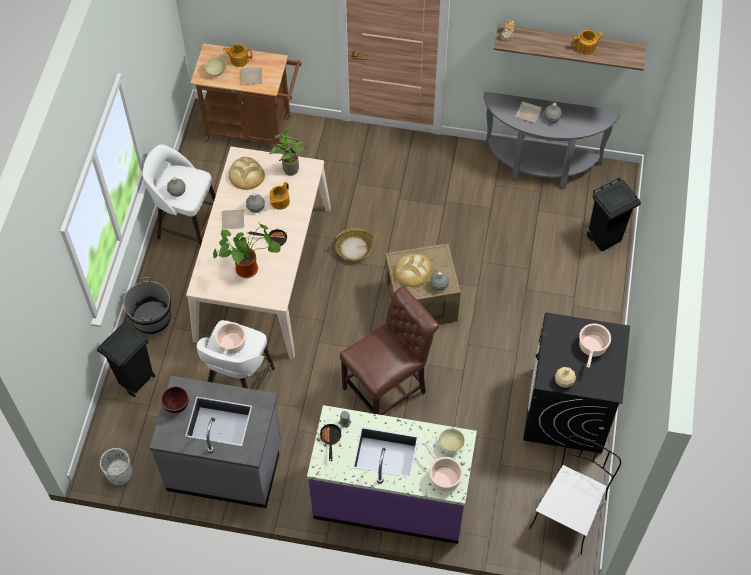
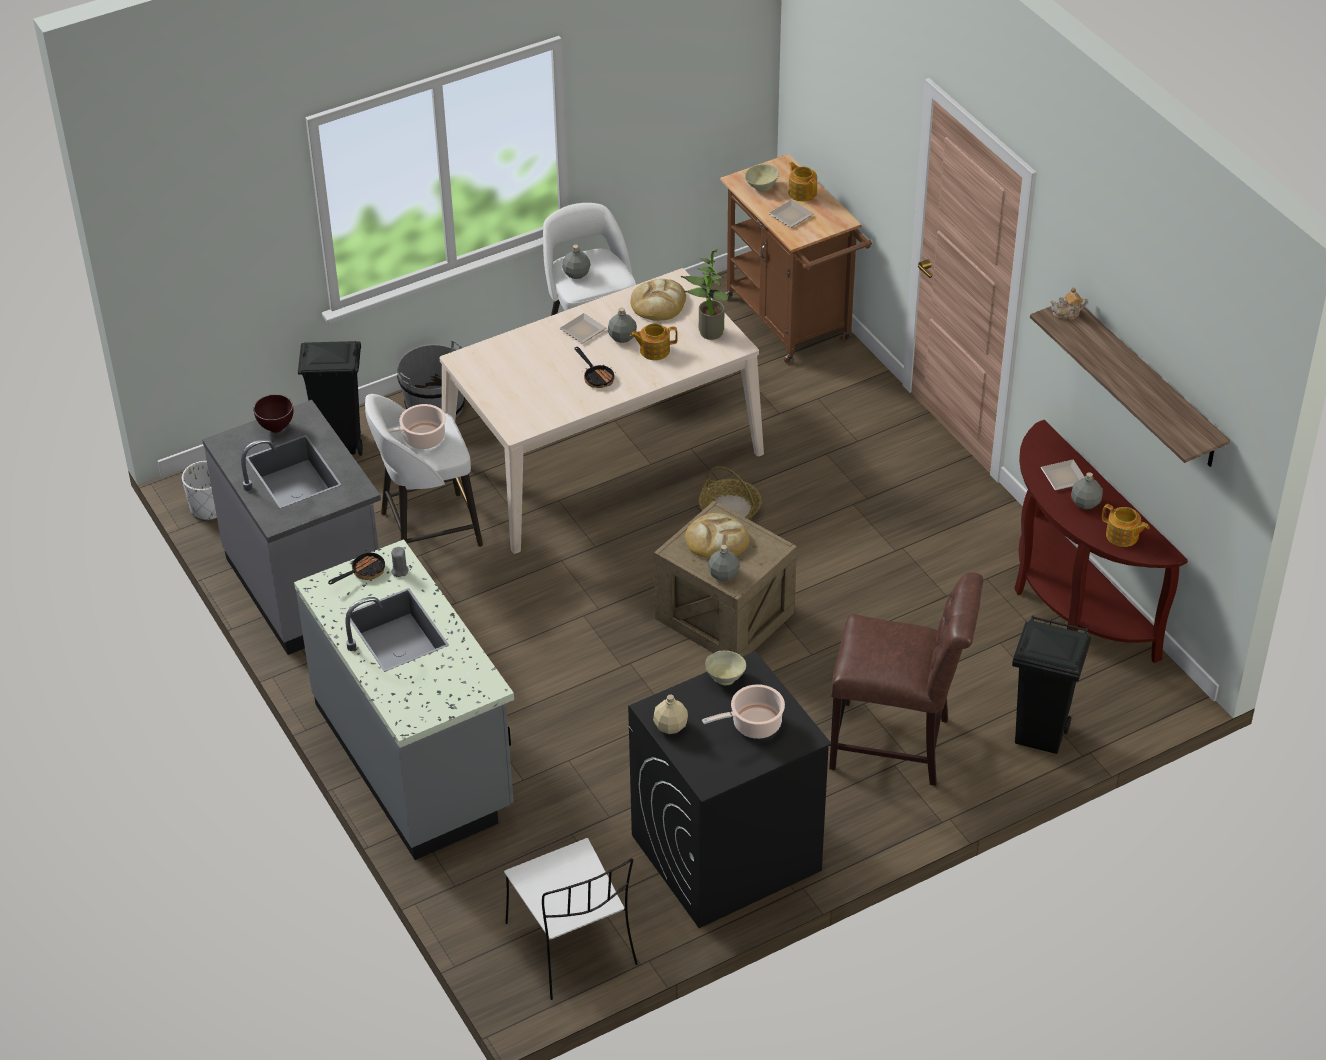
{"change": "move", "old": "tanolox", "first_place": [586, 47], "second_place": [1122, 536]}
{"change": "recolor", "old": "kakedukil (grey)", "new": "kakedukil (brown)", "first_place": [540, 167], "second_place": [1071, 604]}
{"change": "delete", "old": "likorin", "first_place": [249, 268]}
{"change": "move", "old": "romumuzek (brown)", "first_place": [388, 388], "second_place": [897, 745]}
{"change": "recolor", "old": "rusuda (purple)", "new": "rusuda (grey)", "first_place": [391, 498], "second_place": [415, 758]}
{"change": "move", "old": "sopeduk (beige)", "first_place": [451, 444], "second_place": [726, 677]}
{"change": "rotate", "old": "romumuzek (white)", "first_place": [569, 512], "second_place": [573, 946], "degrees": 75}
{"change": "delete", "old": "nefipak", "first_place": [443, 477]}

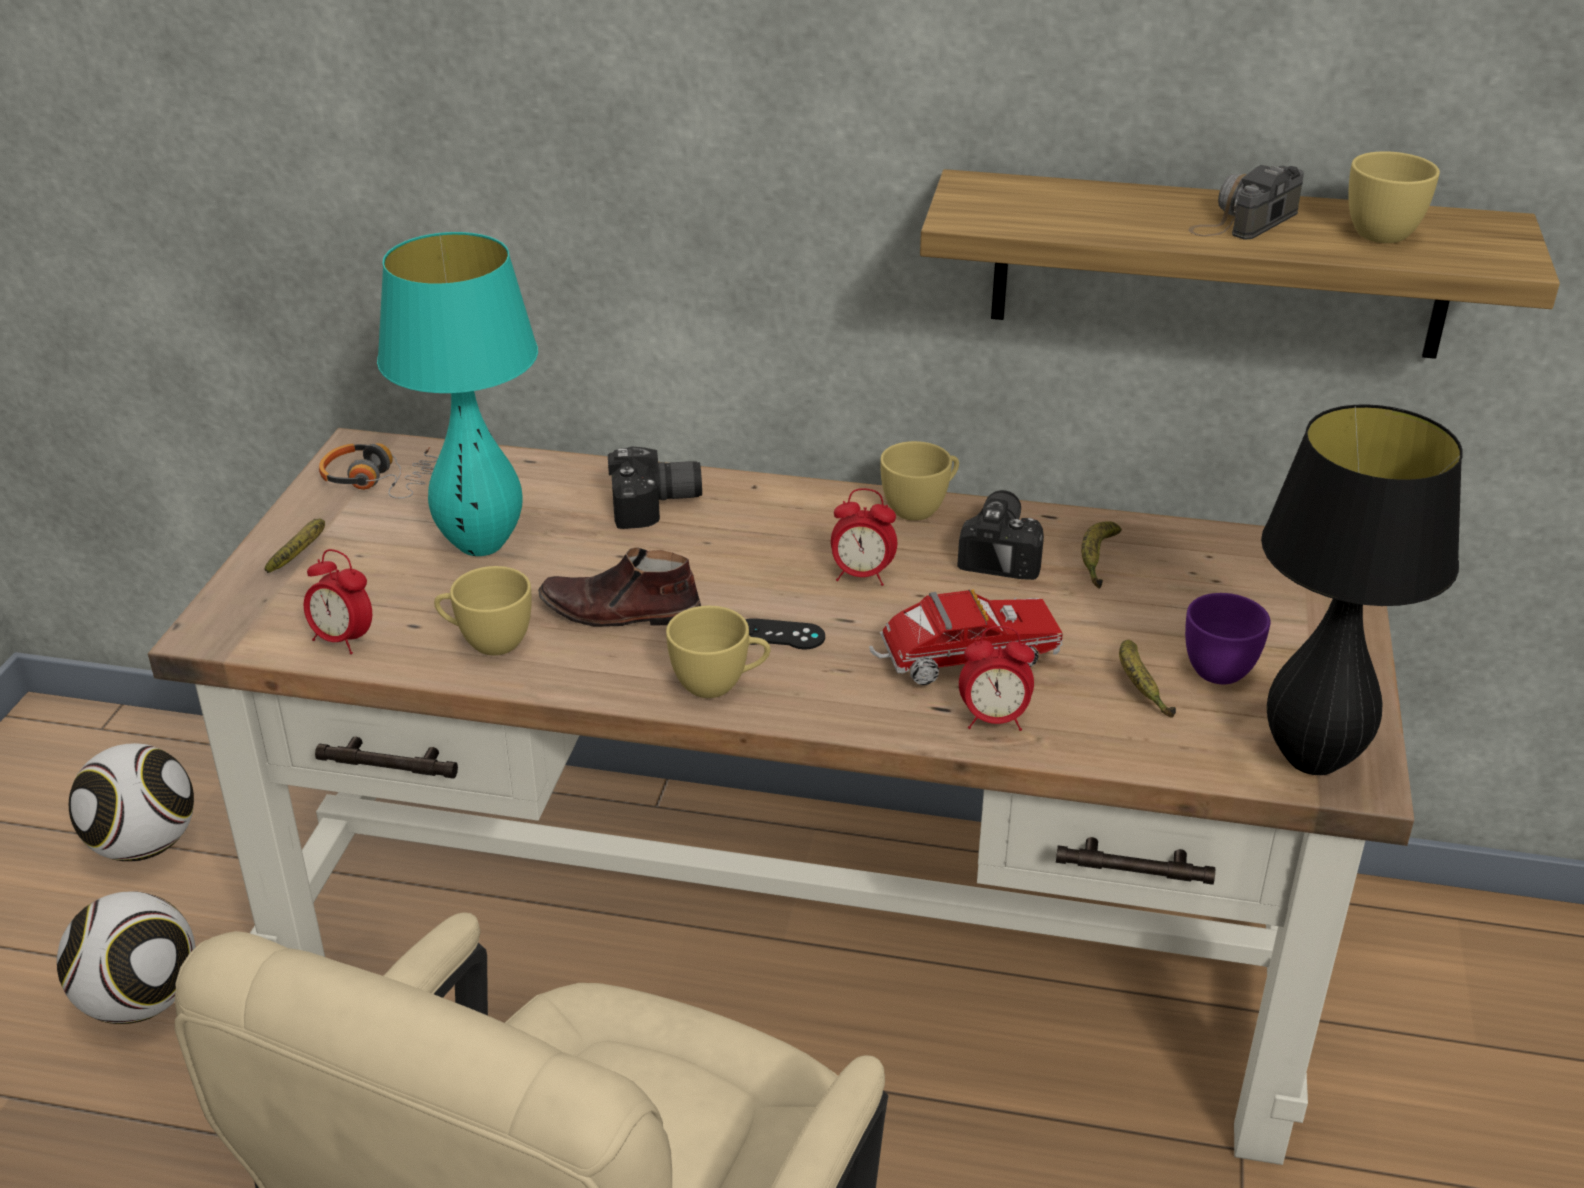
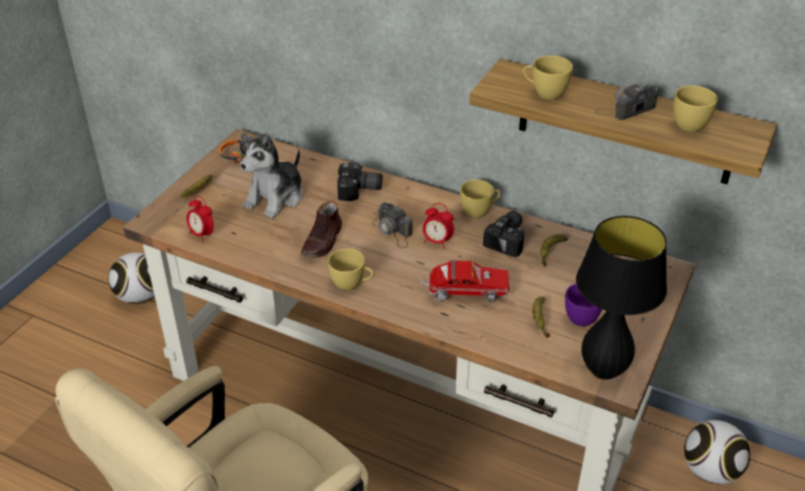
{"change": "replace", "old": "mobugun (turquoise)", "new": "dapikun", "first_place": [481, 545], "second_place": [276, 198]}
{"change": "rotate", "old": "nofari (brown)", "first_place": [620, 612], "second_place": [323, 241], "degrees": -90}
{"change": "move", "old": "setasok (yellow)", "first_place": [487, 642], "second_place": [544, 93]}
{"change": "delete", "old": "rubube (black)", "first_place": [778, 635]}
{"change": "delete", "old": "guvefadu", "first_place": [994, 720]}
{"change": "move", "old": "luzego", "first_place": [142, 1001], "second_place": [710, 471]}
{"change": "insert", "new": "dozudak", "second_place": [393, 231]}

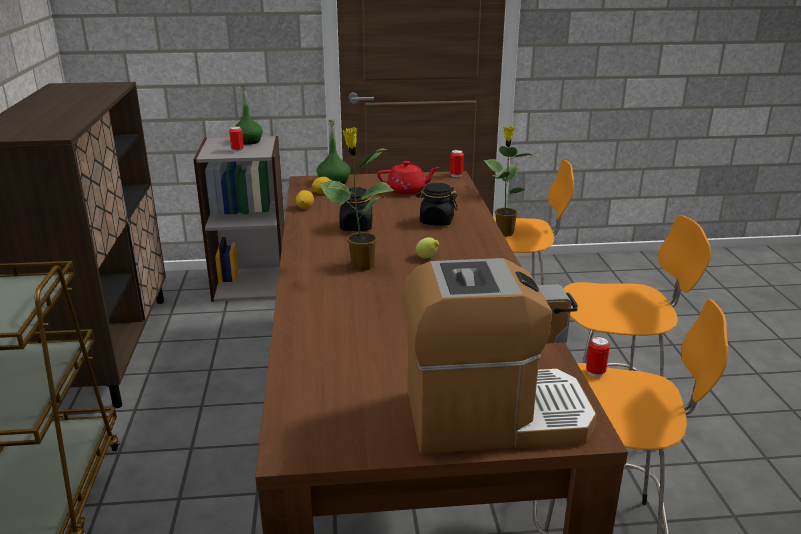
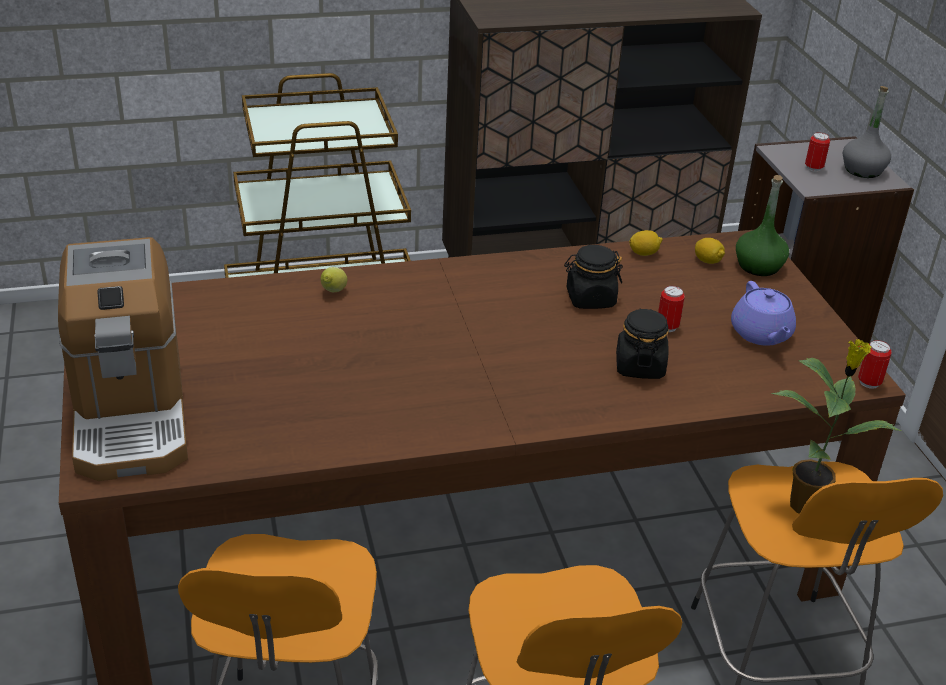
{"change": "recolor", "old": "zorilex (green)", "new": "zorilex (grey)", "first_place": [248, 141], "second_place": [862, 170]}
{"change": "delete", "old": "likorin", "first_place": [360, 266]}
{"change": "recolor", "old": "tanolox (red)", "new": "tanolox (purple)", "first_place": [407, 190], "second_place": [761, 334]}
{"change": "move", "old": "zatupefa", "first_place": [427, 258], "second_place": [333, 292]}
{"change": "move", "old": "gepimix", "first_place": [595, 372], "second_place": [667, 327]}

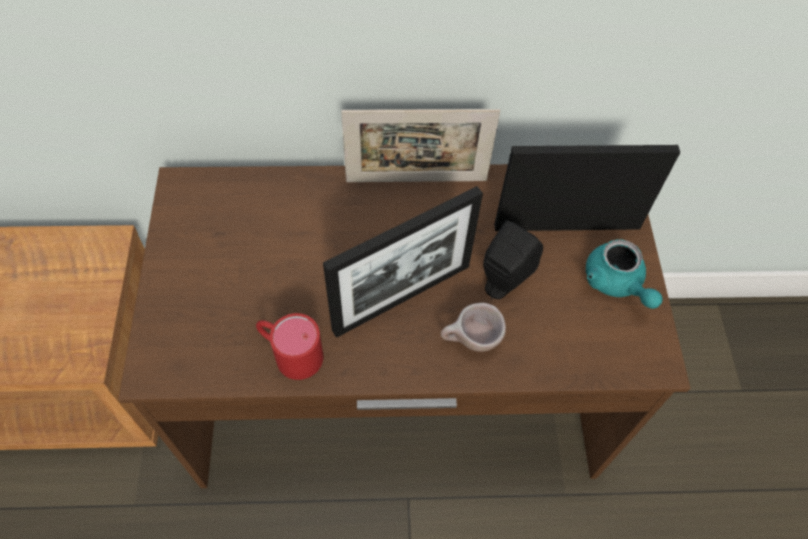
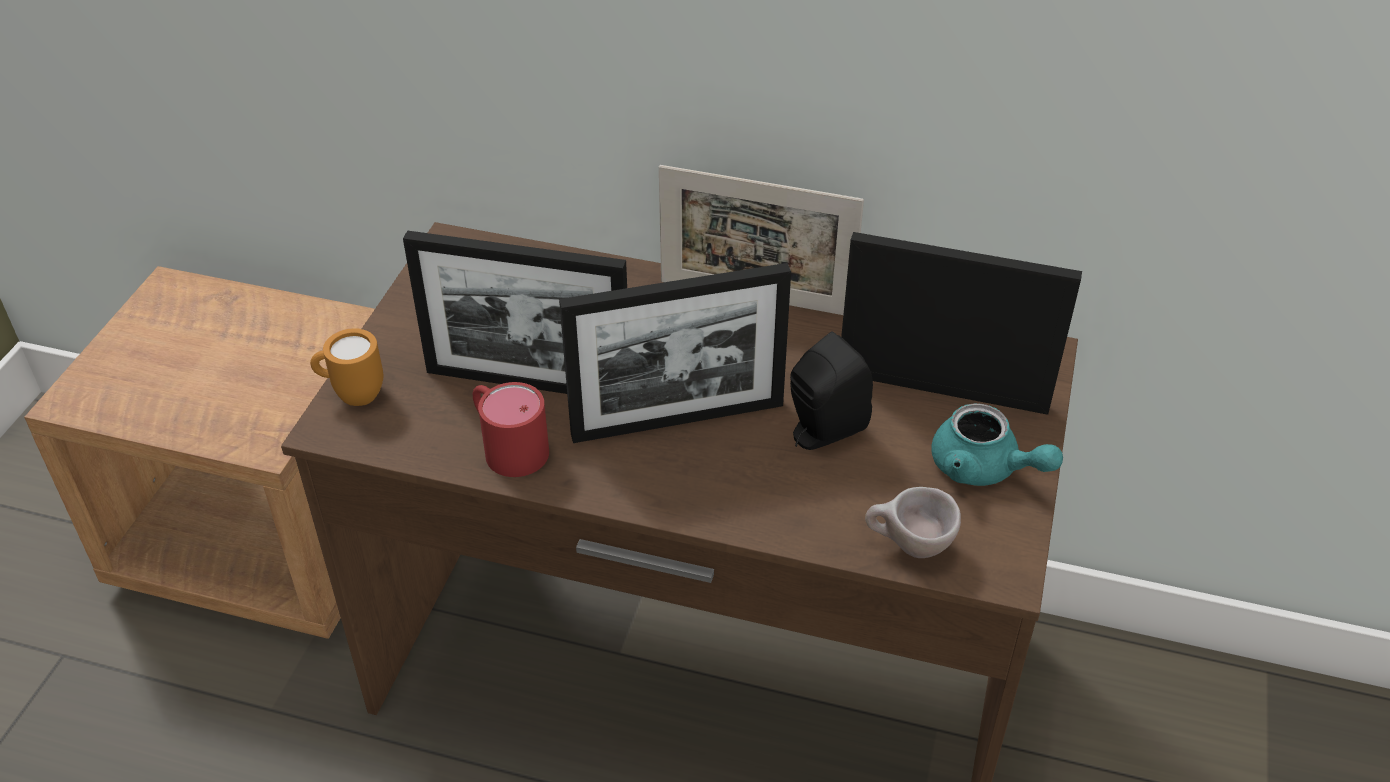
{"change": "rotate", "old": "tanolox (turquoise)", "first_place": [616, 284], "second_place": [984, 469], "degrees": -45}
{"change": "move", "old": "setasok (beige)", "first_place": [470, 342], "second_place": [908, 548]}
{"change": "insert", "new": "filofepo", "second_place": [528, 383]}
{"change": "insert", "new": "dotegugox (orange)", "second_place": [353, 395]}

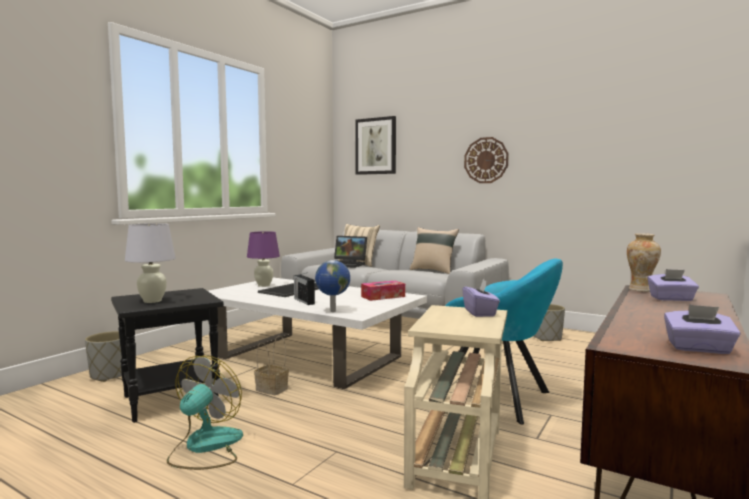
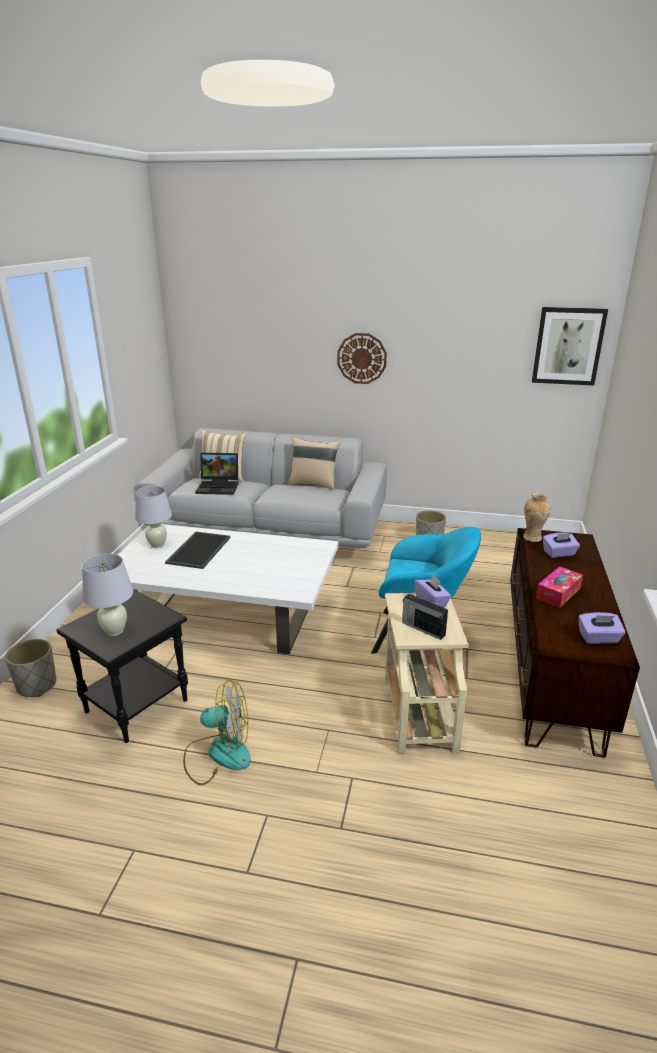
{"change": "move", "old": "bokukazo", "first_place": [376, 146], "second_place": [568, 346]}
{"change": "recolor", "old": "mobugun (purple)", "new": "mobugun (white)", "first_place": [263, 285], "second_place": [157, 545]}
{"change": "delete", "old": "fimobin", "first_place": [332, 311]}
{"change": "move", "old": "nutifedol", "first_place": [304, 301], "second_place": [422, 628]}
{"change": "move", "old": "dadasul", "first_place": [383, 296], "second_place": [558, 593]}
{"change": "delete", "old": "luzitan", "first_place": [273, 389]}
{"change": "rotate", "old": "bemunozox", "first_place": [205, 447], "second_place": [218, 754], "degrees": 90}

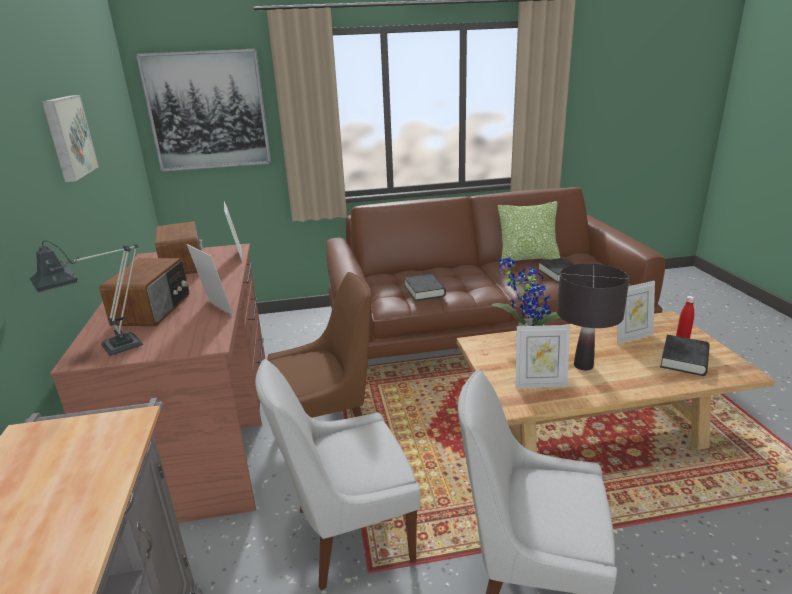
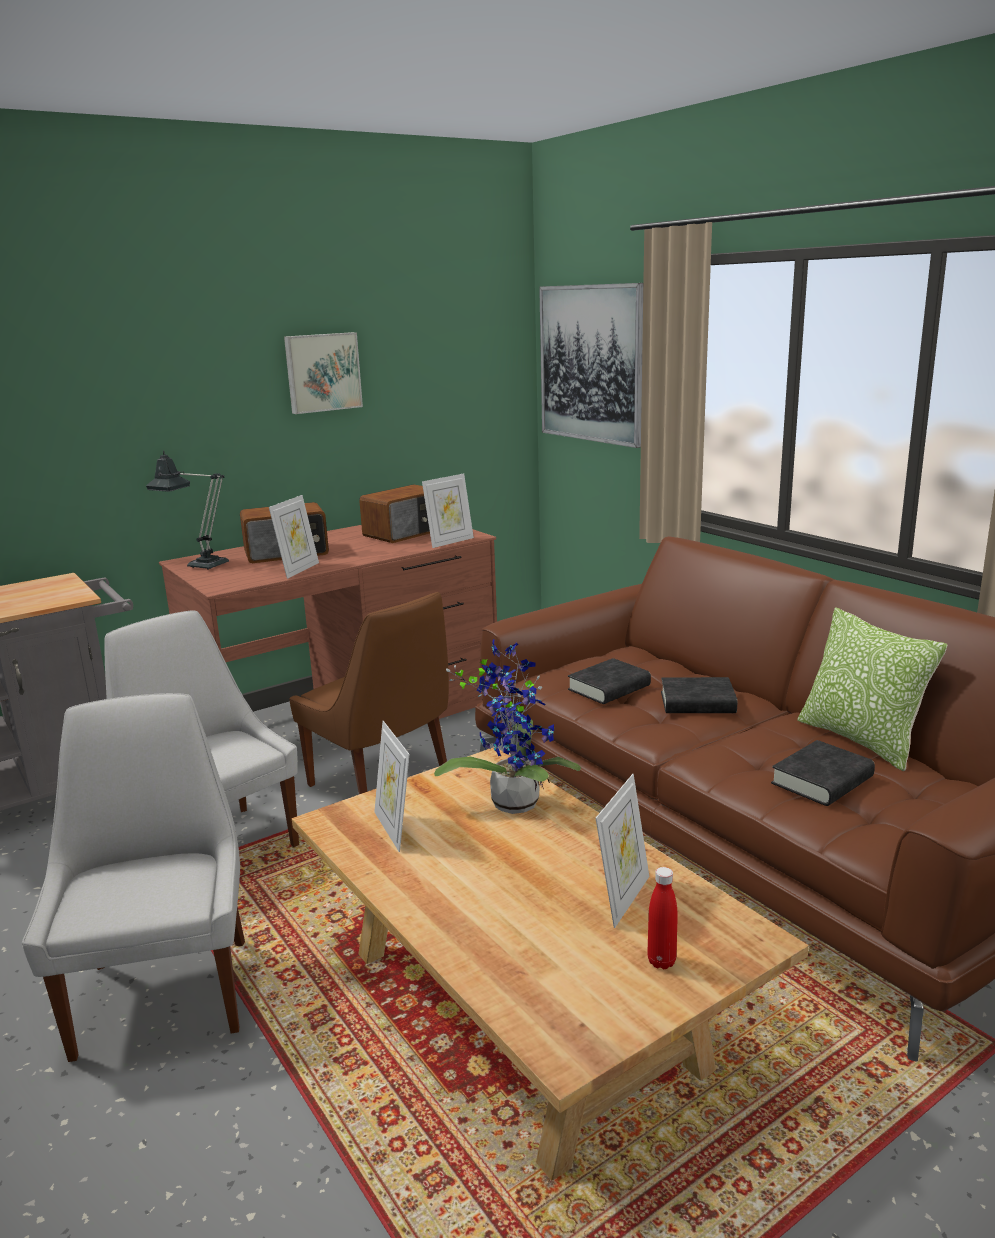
{"change": "delete", "old": "mobugun (black)", "first_place": [583, 366]}
{"change": "rotate", "old": "filofepo", "first_place": [632, 337], "second_place": [623, 898], "degrees": -105}
{"change": "move", "old": "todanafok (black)", "first_place": [684, 359], "second_place": [697, 703]}

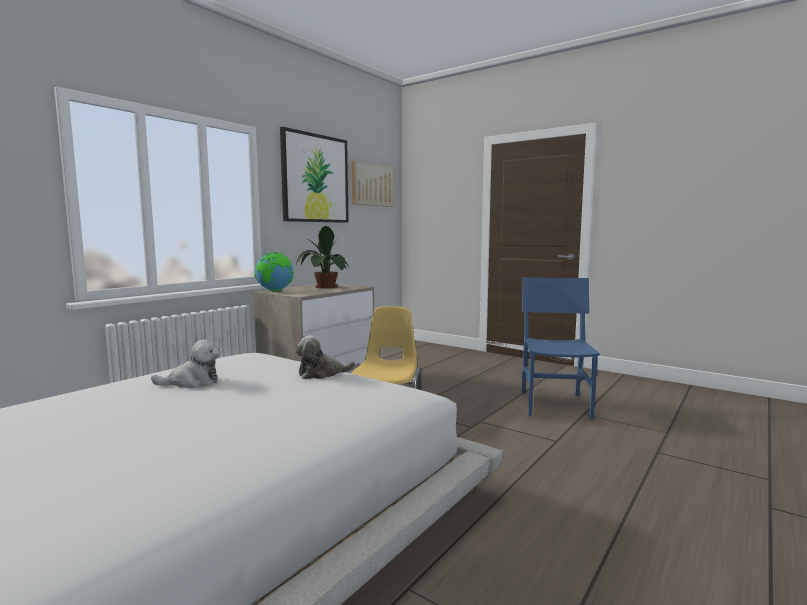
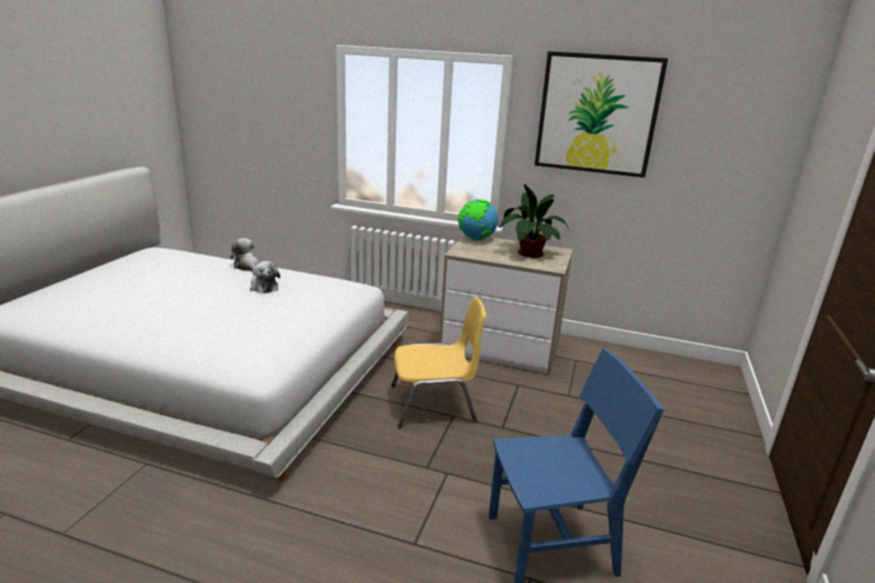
{"change": "delete", "old": "bokukazo", "first_place": [372, 185]}
{"change": "move", "old": "dapikun", "first_place": [321, 374], "second_place": [247, 267]}

